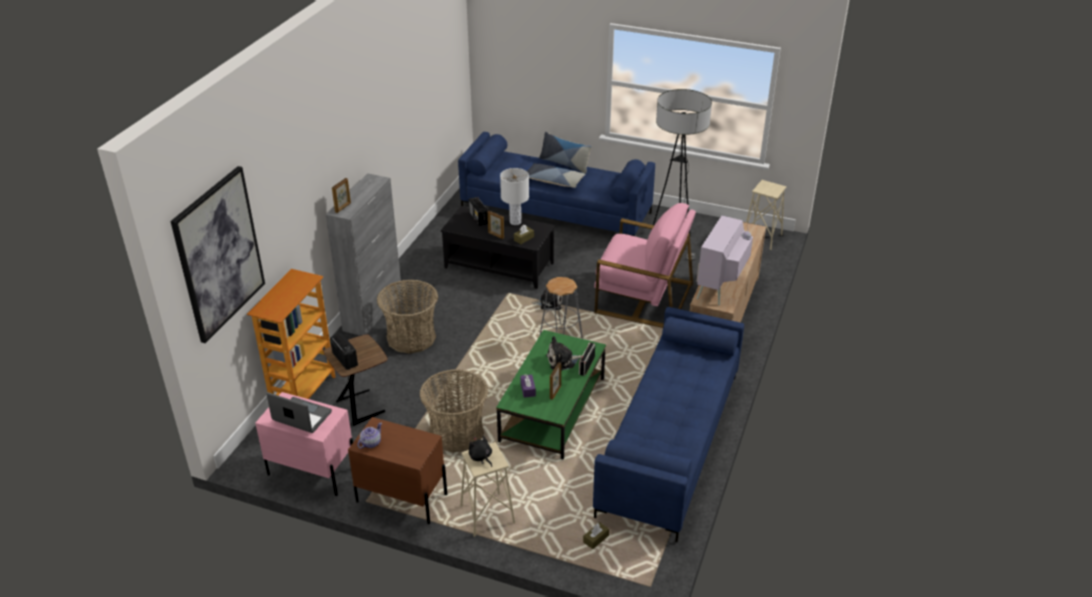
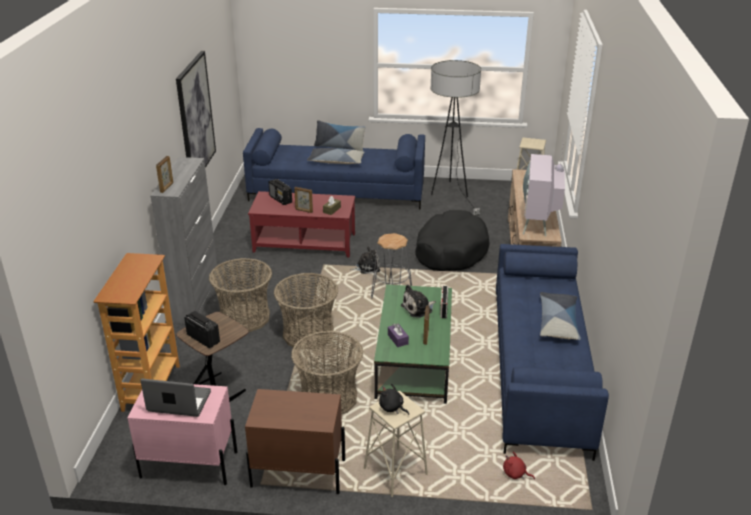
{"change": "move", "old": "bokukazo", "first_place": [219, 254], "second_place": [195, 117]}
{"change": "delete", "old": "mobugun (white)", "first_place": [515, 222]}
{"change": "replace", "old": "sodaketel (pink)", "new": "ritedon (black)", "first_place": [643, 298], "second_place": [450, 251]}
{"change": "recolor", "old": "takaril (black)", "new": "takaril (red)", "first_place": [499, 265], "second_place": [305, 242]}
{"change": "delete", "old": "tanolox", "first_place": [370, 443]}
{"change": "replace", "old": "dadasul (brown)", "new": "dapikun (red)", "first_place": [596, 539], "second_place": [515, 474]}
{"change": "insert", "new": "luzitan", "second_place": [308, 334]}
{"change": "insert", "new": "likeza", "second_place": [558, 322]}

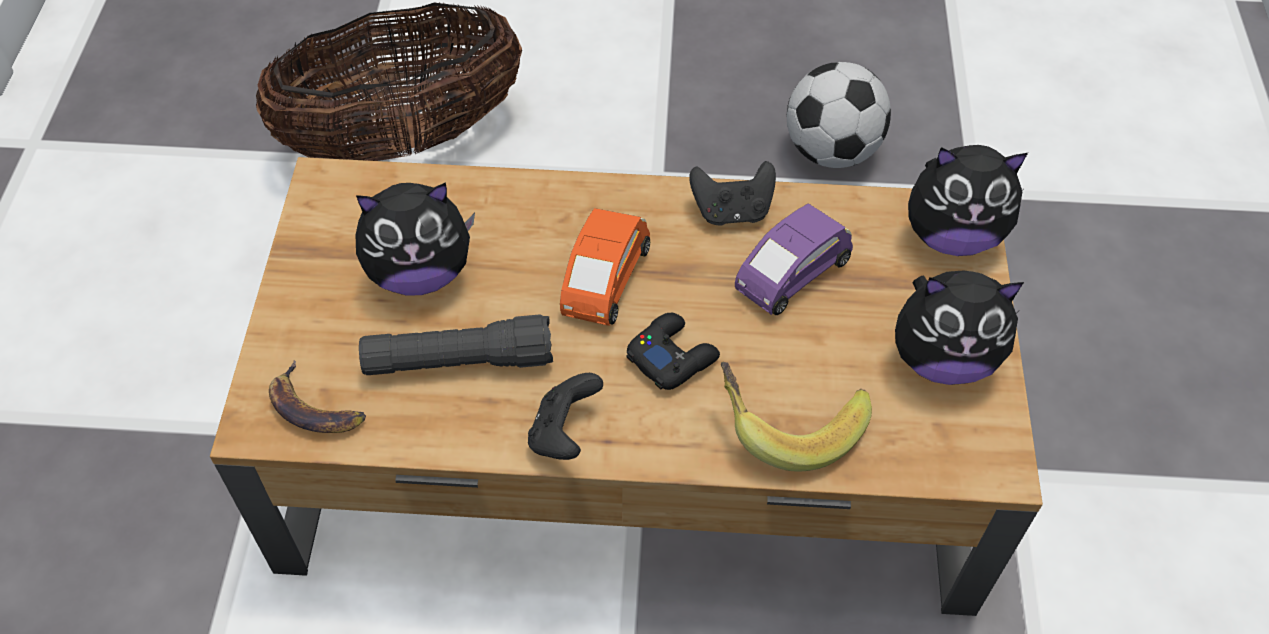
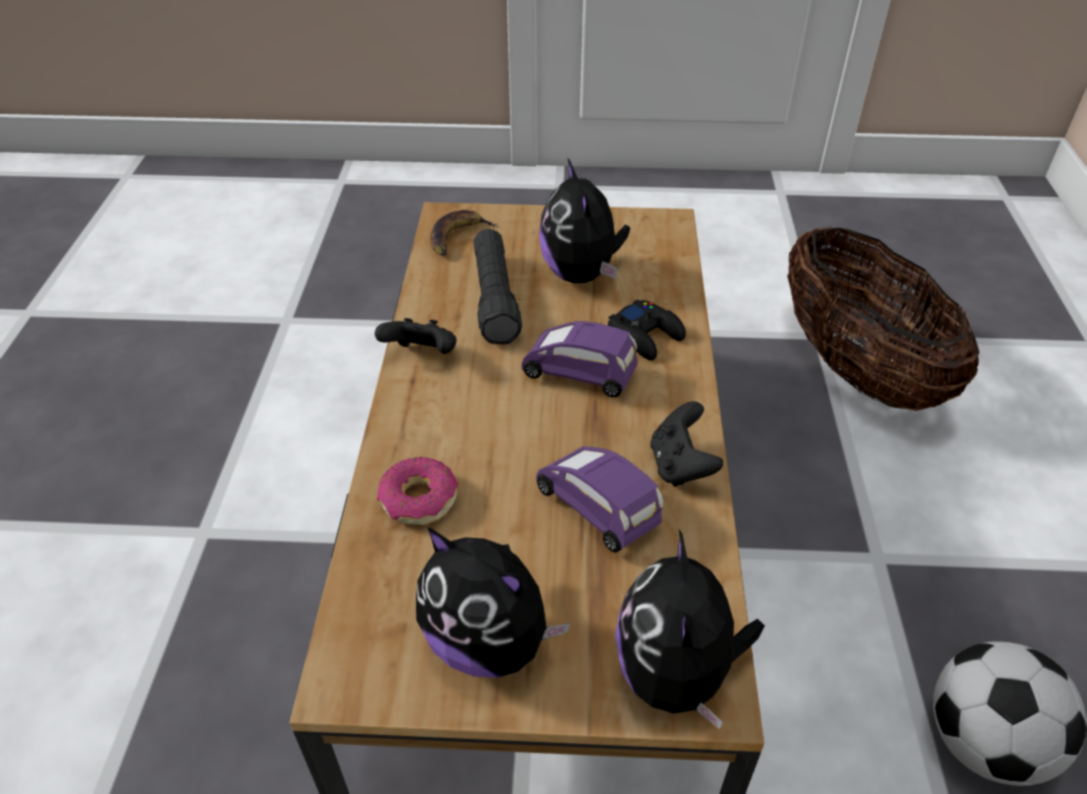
{"change": "recolor", "old": "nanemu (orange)", "new": "nanemu (purple)", "first_place": [603, 282], "second_place": [580, 375]}
{"change": "rotate", "old": "dapikun", "first_place": [942, 358], "second_place": [489, 642], "degrees": -60}
{"change": "move", "old": "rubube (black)", "first_place": [672, 356], "second_place": [646, 336]}
{"change": "replace", "old": "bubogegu", "new": "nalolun", "first_place": [788, 422], "second_place": [418, 500]}

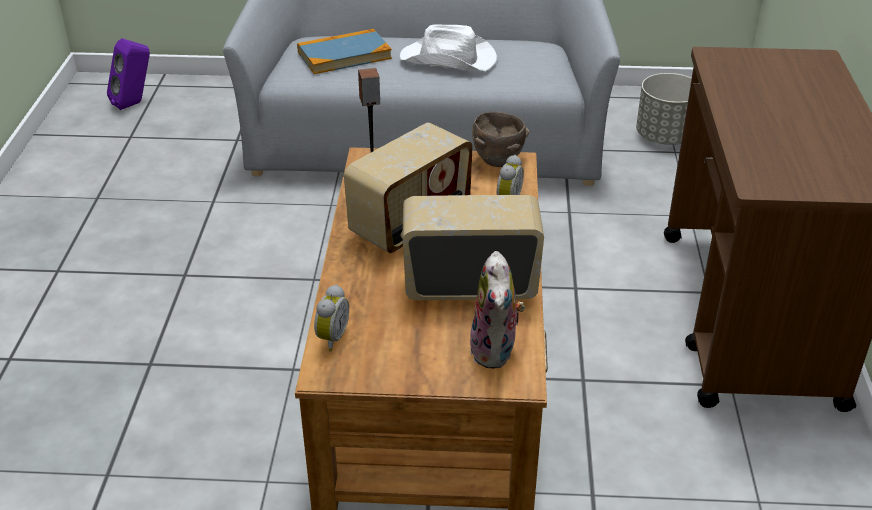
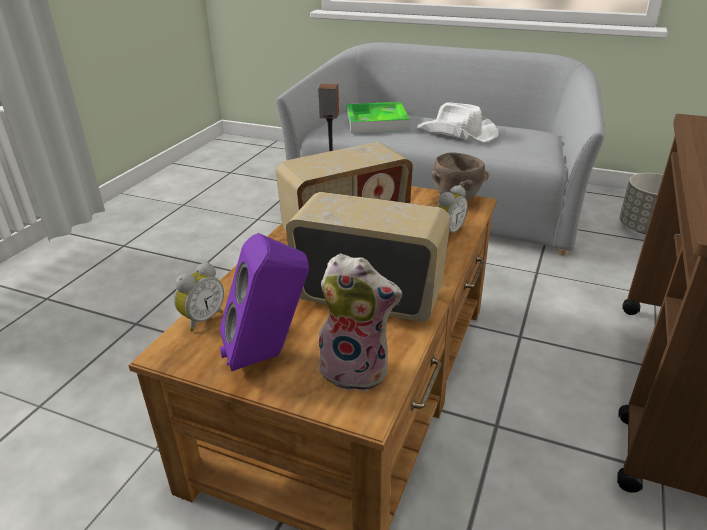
{"change": "replace", "old": "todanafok", "new": "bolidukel", "first_place": [344, 55], "second_place": [376, 122]}
{"change": "move", "old": "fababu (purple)", "first_place": [135, 103], "second_place": [269, 356]}
{"change": "rotate", "old": "dapikun", "first_place": [496, 351], "second_place": [357, 369], "degrees": -90}

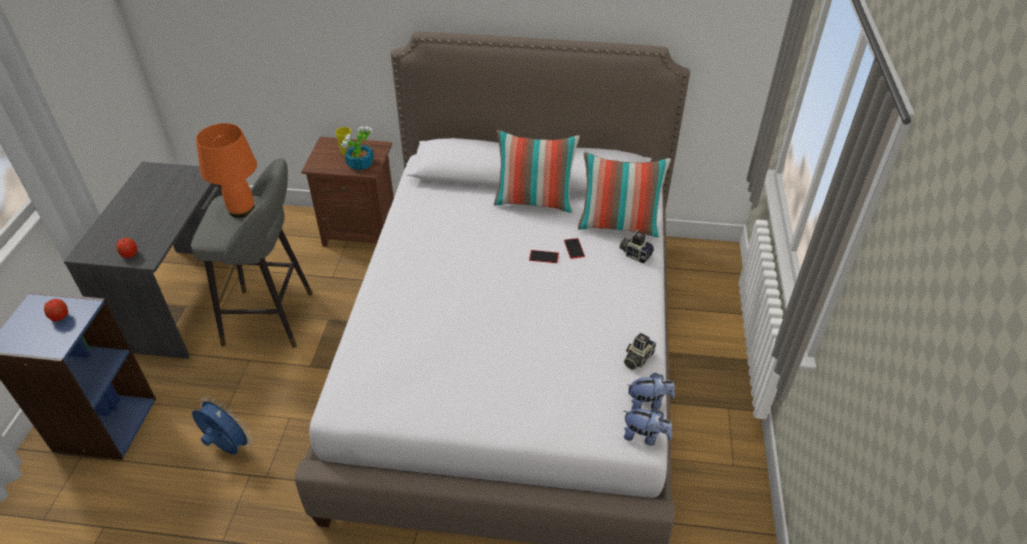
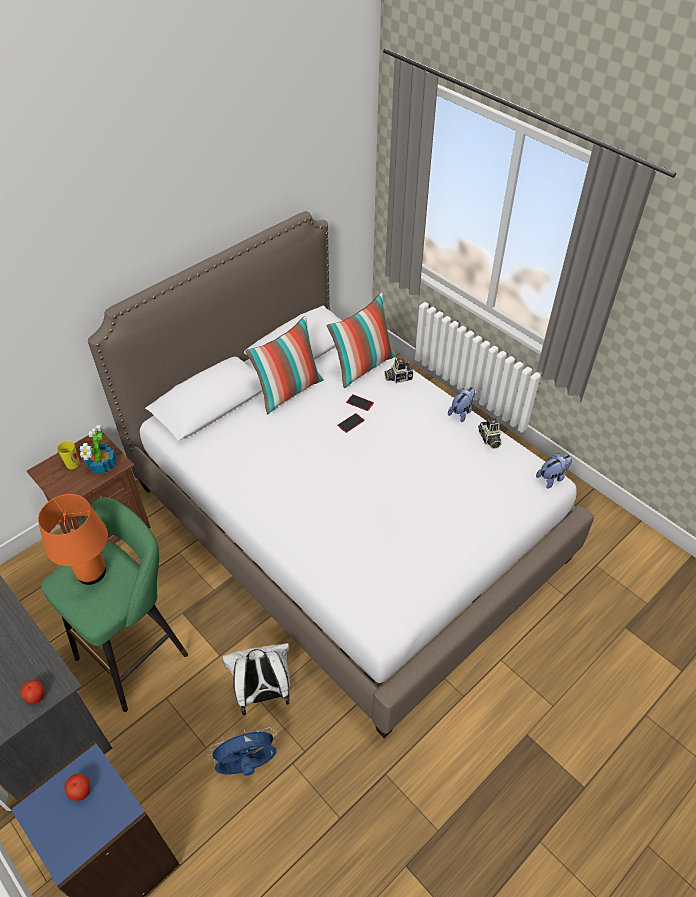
{"change": "recolor", "old": "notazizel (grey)", "new": "notazizel (green)", "first_place": [274, 318], "second_place": [137, 652]}
{"change": "move", "old": "dapikun", "first_place": [648, 402], "second_place": [461, 412]}
{"change": "insert", "new": "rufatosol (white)", "second_place": [263, 693]}

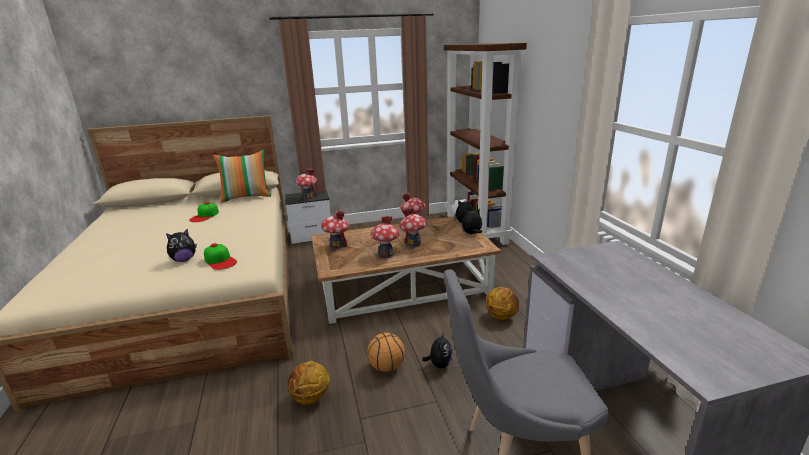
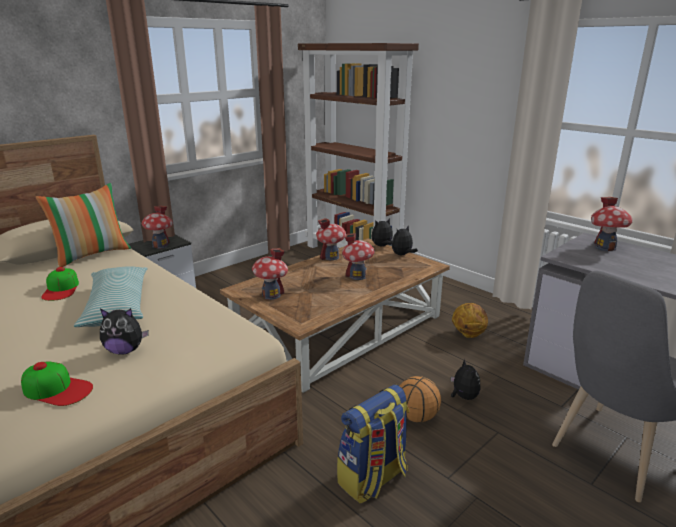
{"change": "move", "old": "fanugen", "first_place": [386, 254], "second_place": [605, 247]}
{"change": "rotate", "old": "dapikun", "first_place": [184, 260], "second_place": [125, 350], "degrees": 60}
{"change": "move", "old": "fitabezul", "first_place": [220, 260], "second_place": [57, 389]}
{"change": "replace", "old": "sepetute", "new": "rufatosol", "first_place": [310, 398], "second_place": [373, 479]}
{"change": "insert", "new": "likeza", "second_place": [117, 306]}

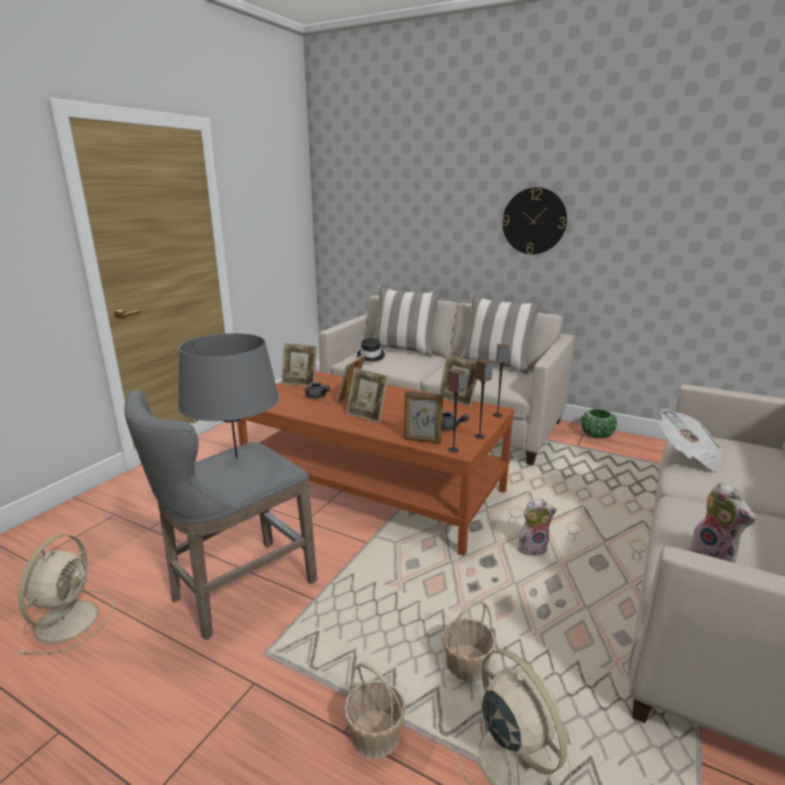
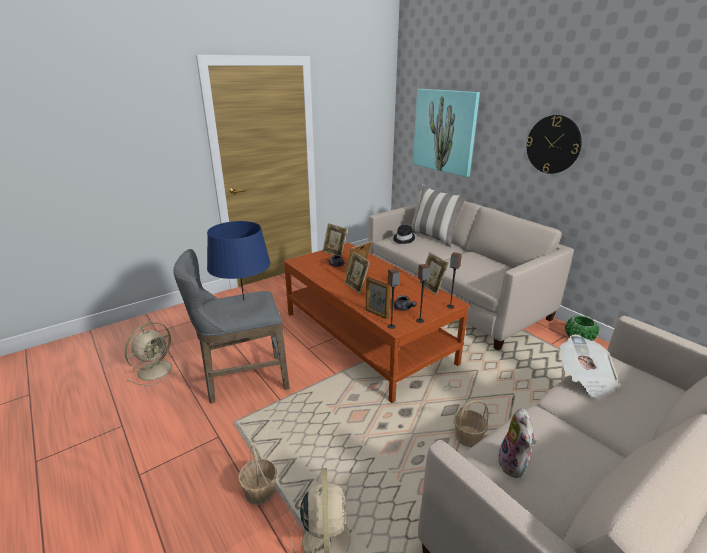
{"change": "delete", "old": "likeza", "first_place": [496, 365]}
{"change": "recolor", "old": "mobugun (grey)", "new": "mobugun (blue)", "first_place": [236, 457], "second_place": [244, 300]}
{"change": "delete", "old": "dapikun", "first_place": [532, 548]}
{"change": "move", "old": "luzitan", "first_place": [466, 664], "second_place": [468, 437]}
{"change": "insert", "new": "bokukazo", "second_place": [445, 131]}

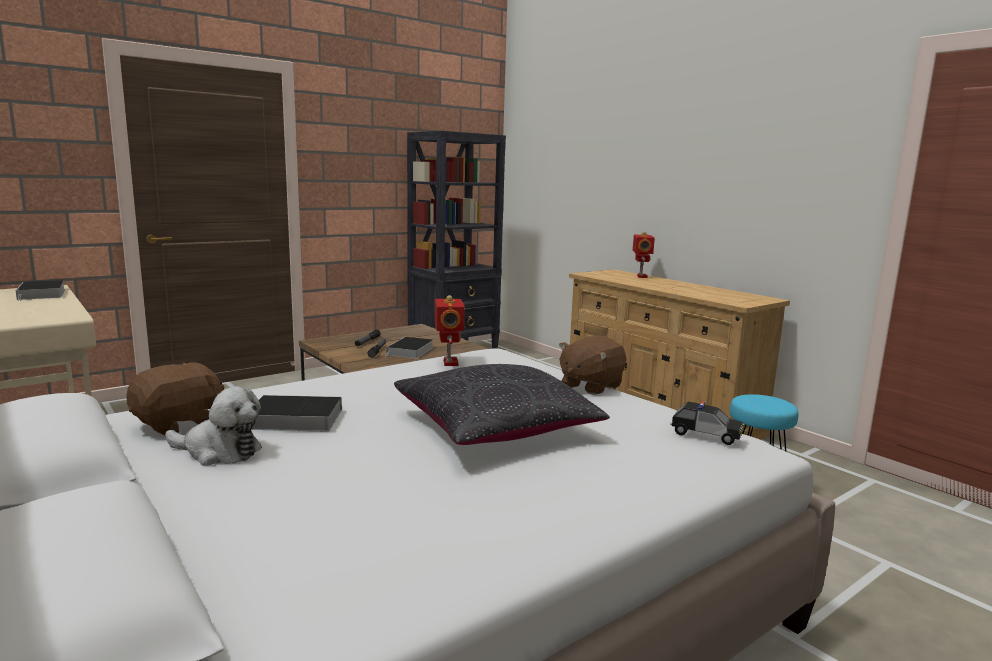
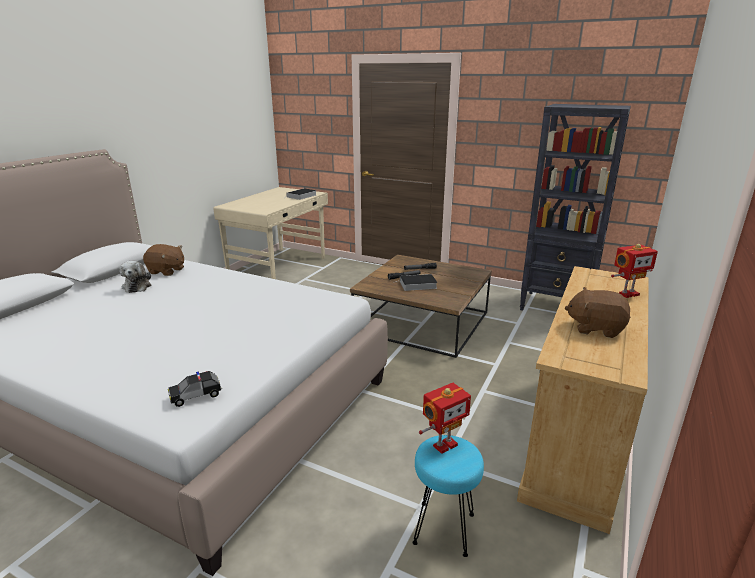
{"change": "move", "old": "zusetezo", "first_place": [449, 362], "second_place": [444, 444]}
{"change": "move", "old": "dapikun (brown)", "first_place": [590, 386], "second_place": [595, 328]}
{"change": "delete", "old": "likeza (black)", "first_place": [494, 427]}
{"change": "delete", "old": "todanafok", "first_place": [292, 419]}
{"change": "rotate", "old": "nanemu", "first_place": [705, 434], "second_place": [196, 395], "degrees": 60}

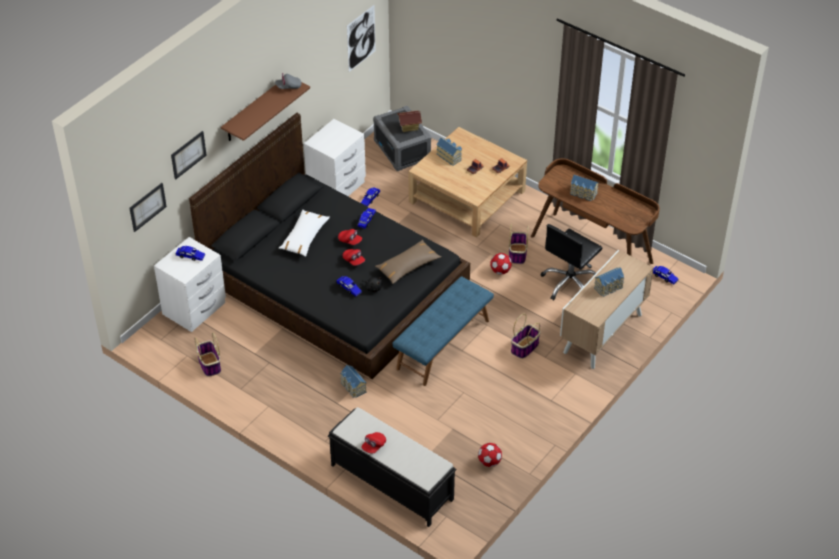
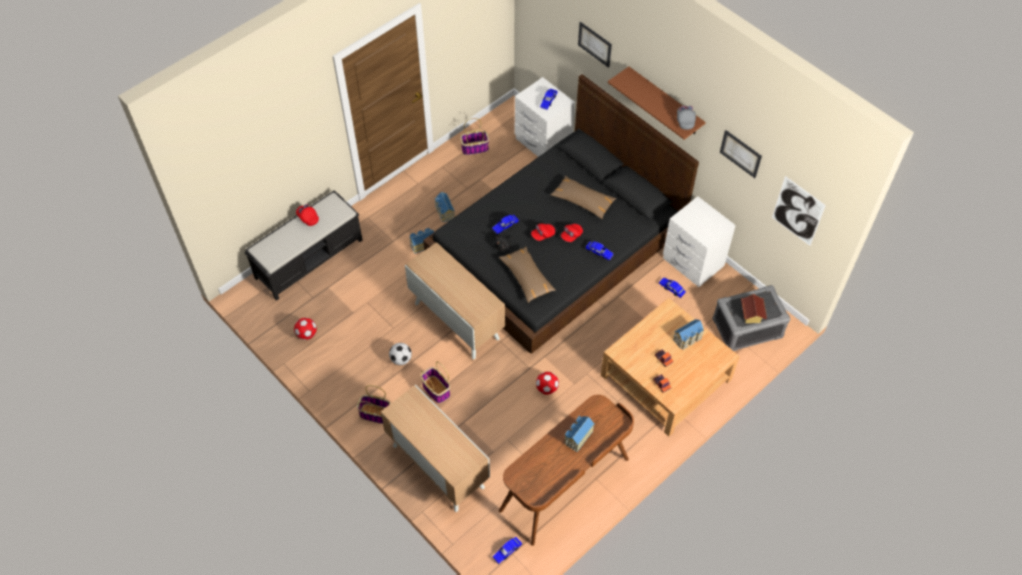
{"change": "move", "old": "bokukazo", "first_place": [147, 207], "second_place": [740, 153]}
{"change": "recolor", "old": "likeza (white)", "new": "likeza (brown)", "first_place": [304, 237], "second_place": [583, 201]}
{"change": "move", "old": "luzitan", "first_place": [517, 253], "second_place": [376, 414]}
{"change": "delete", "old": "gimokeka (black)", "first_place": [569, 283]}
{"change": "move", "old": "fanugen", "first_place": [609, 287], "second_place": [444, 212]}
{"change": "replace", "old": "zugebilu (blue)", "new": "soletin", "first_place": [442, 344], "second_place": [457, 321]}
{"change": "insert", "new": "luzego", "second_place": [401, 359]}

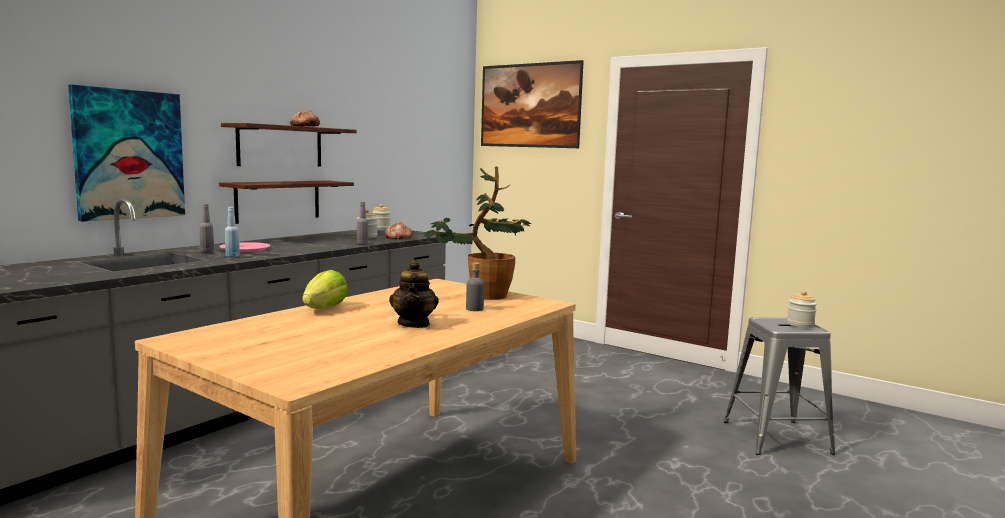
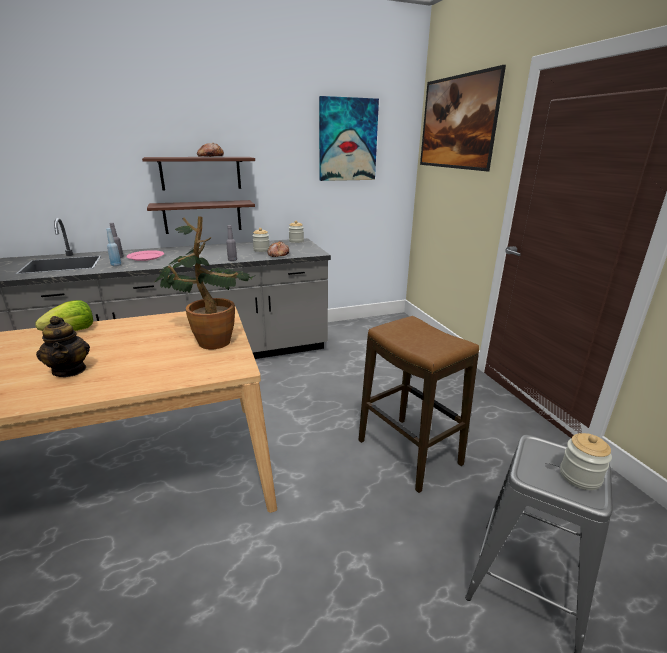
{"change": "move", "old": "bokukazo", "first_place": [129, 154], "second_place": [347, 140]}
{"change": "rotate", "old": "tanolox", "first_place": [414, 324], "second_place": [70, 370], "degrees": -60}
{"change": "delete", "old": "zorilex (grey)", "first_place": [474, 309]}
{"change": "insert", "new": "notazizel", "second_place": [408, 452]}

